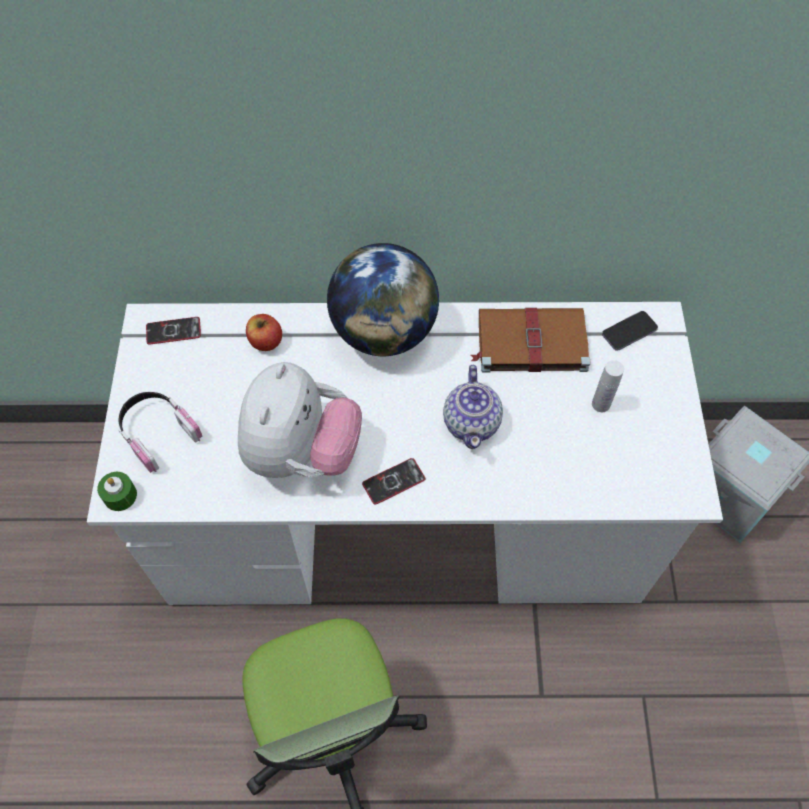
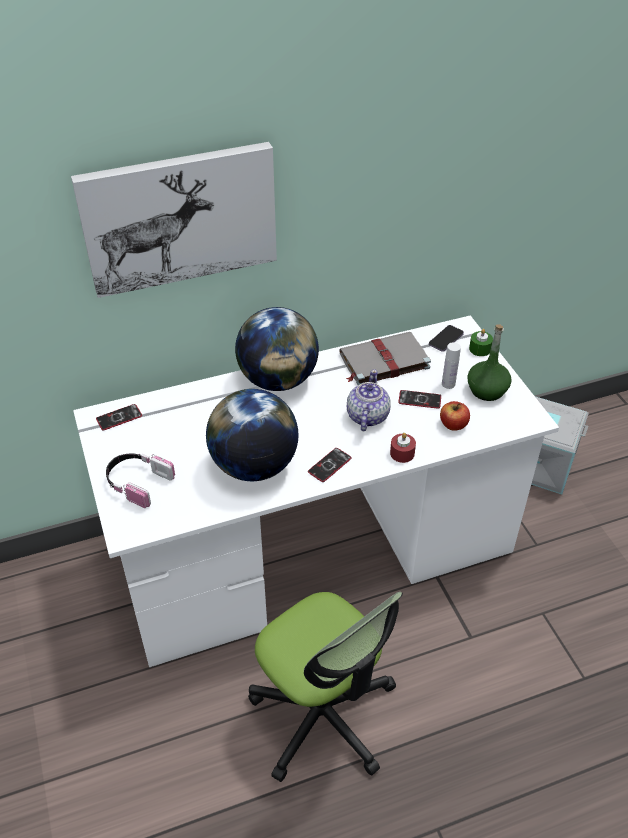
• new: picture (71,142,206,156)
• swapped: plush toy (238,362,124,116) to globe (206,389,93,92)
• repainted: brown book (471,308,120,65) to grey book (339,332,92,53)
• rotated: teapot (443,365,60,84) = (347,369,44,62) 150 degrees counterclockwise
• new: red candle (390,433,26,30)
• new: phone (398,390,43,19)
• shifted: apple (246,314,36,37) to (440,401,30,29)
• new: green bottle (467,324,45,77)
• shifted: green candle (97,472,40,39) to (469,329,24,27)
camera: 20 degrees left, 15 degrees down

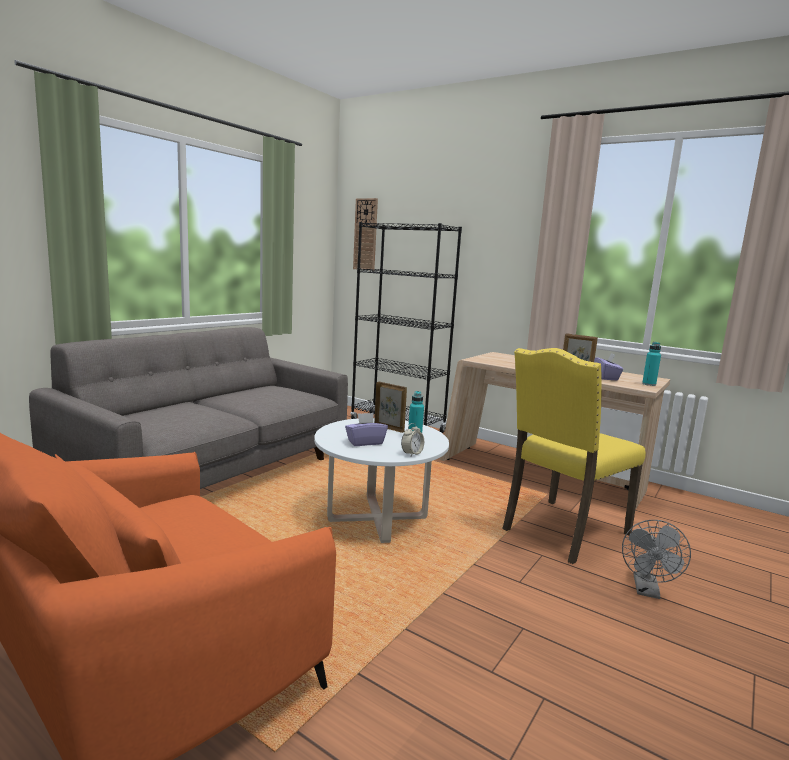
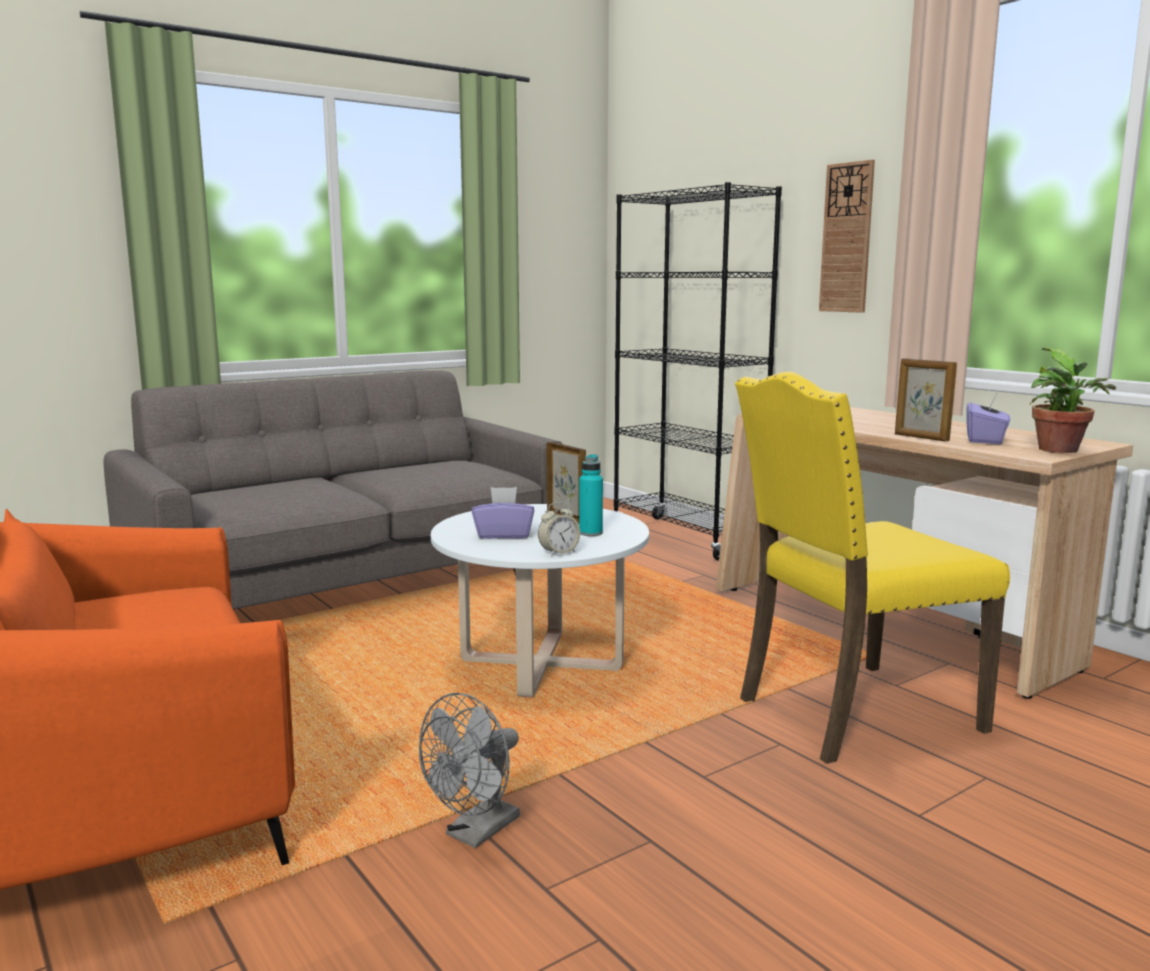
• shifted: grey fan (622,520,69,79) to (419,693,101,155)
• shifted: wall clock (353,198,25,73) to (819,160,56,153)
• swapped: turquoise bottle (642,342,19,44) to potted plant (1030,348,86,105)
camera: 20 degrees right, 0 degrees up

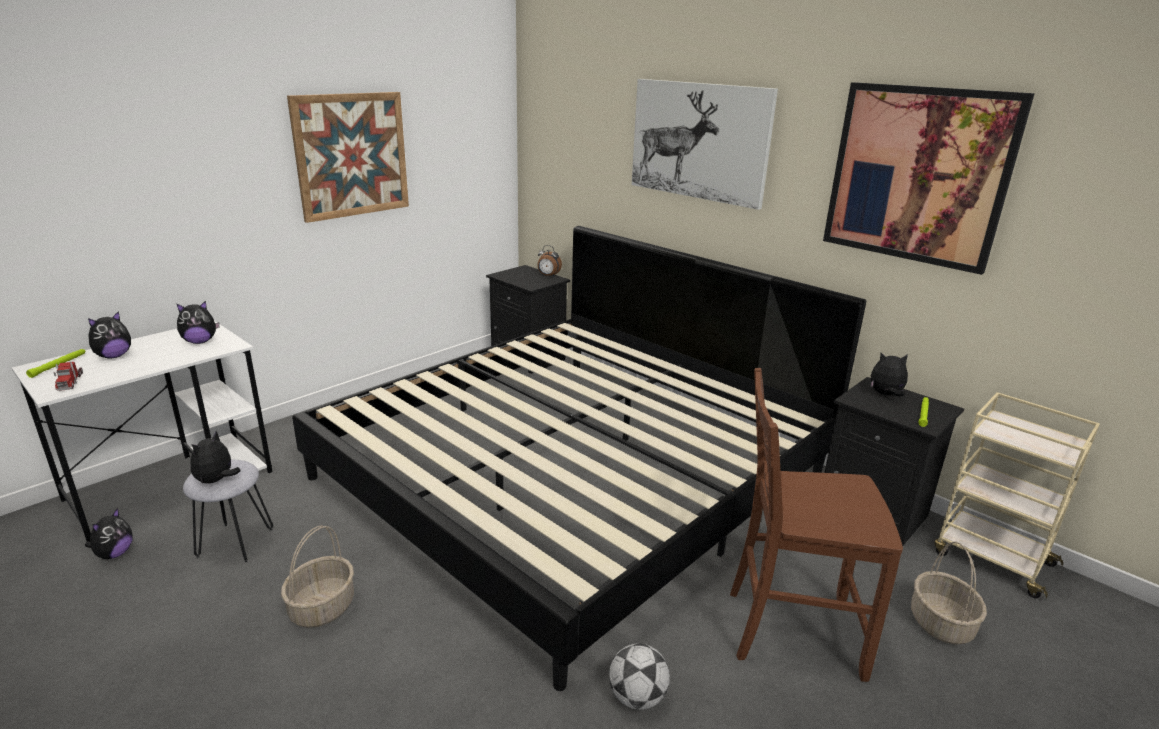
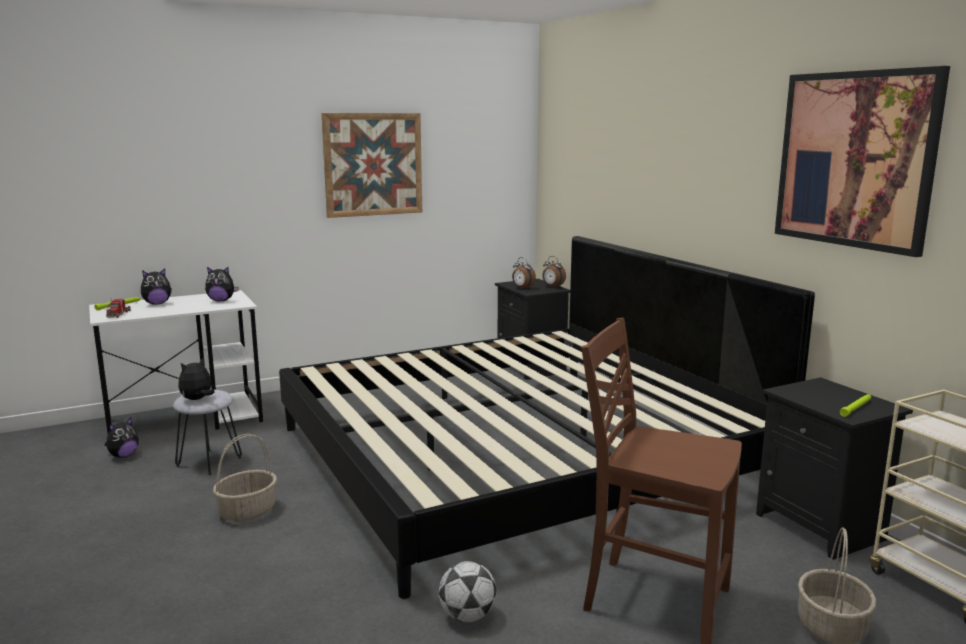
• new: alarm clock (512,257,24,32)
• gone: picture (632,79,146,131)
• gone: plush toy (870,353,38,43)
camera: 20 degrees right, 10 degrees down

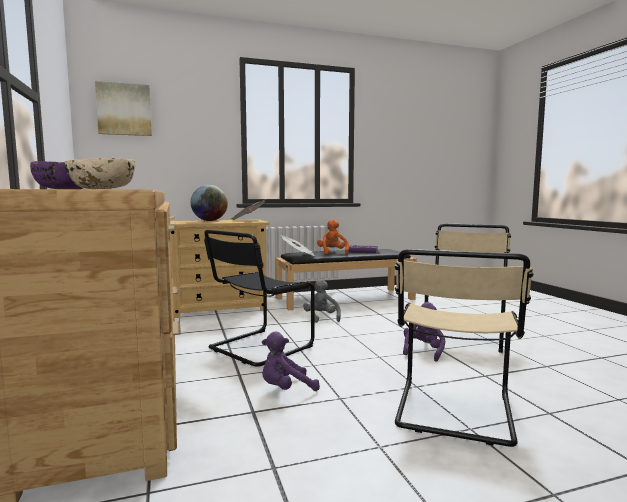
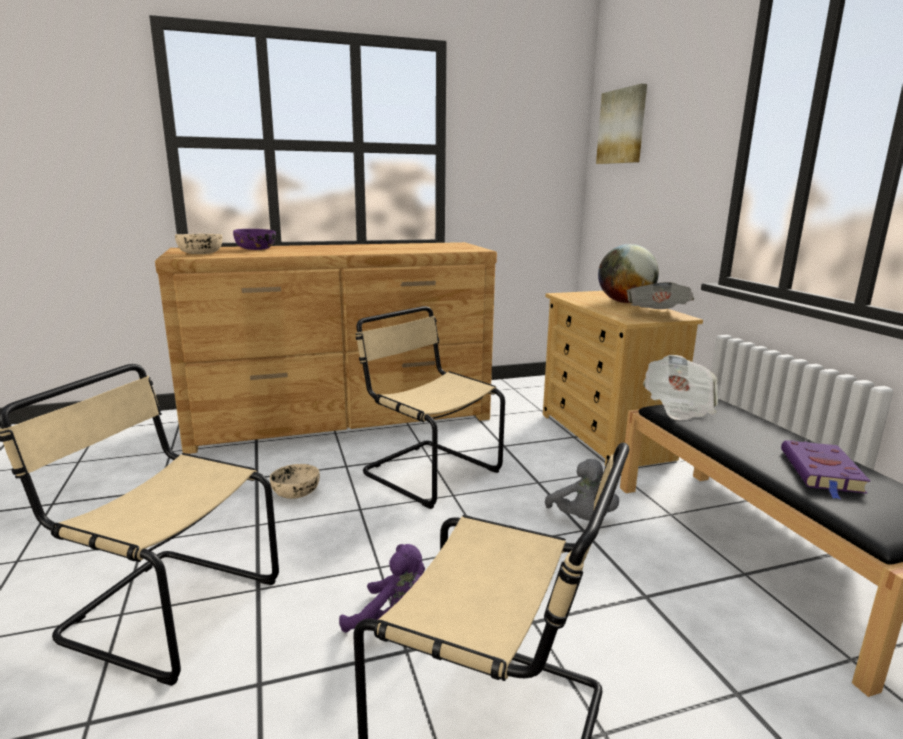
• swapped: purple plush toy (262,332,58,59) to beige bowl (270,464,50,35)
• repainted: black chair (204,230,111,137) to beige chair (356,306,149,203)
• rotated: grey plush toy (303,279,38,44) = (545,459,74,62) 90 degrees clockwise
• gone: orange plush toy (317,219,32,36)
camera: 90 degrees right, 10 degrees up

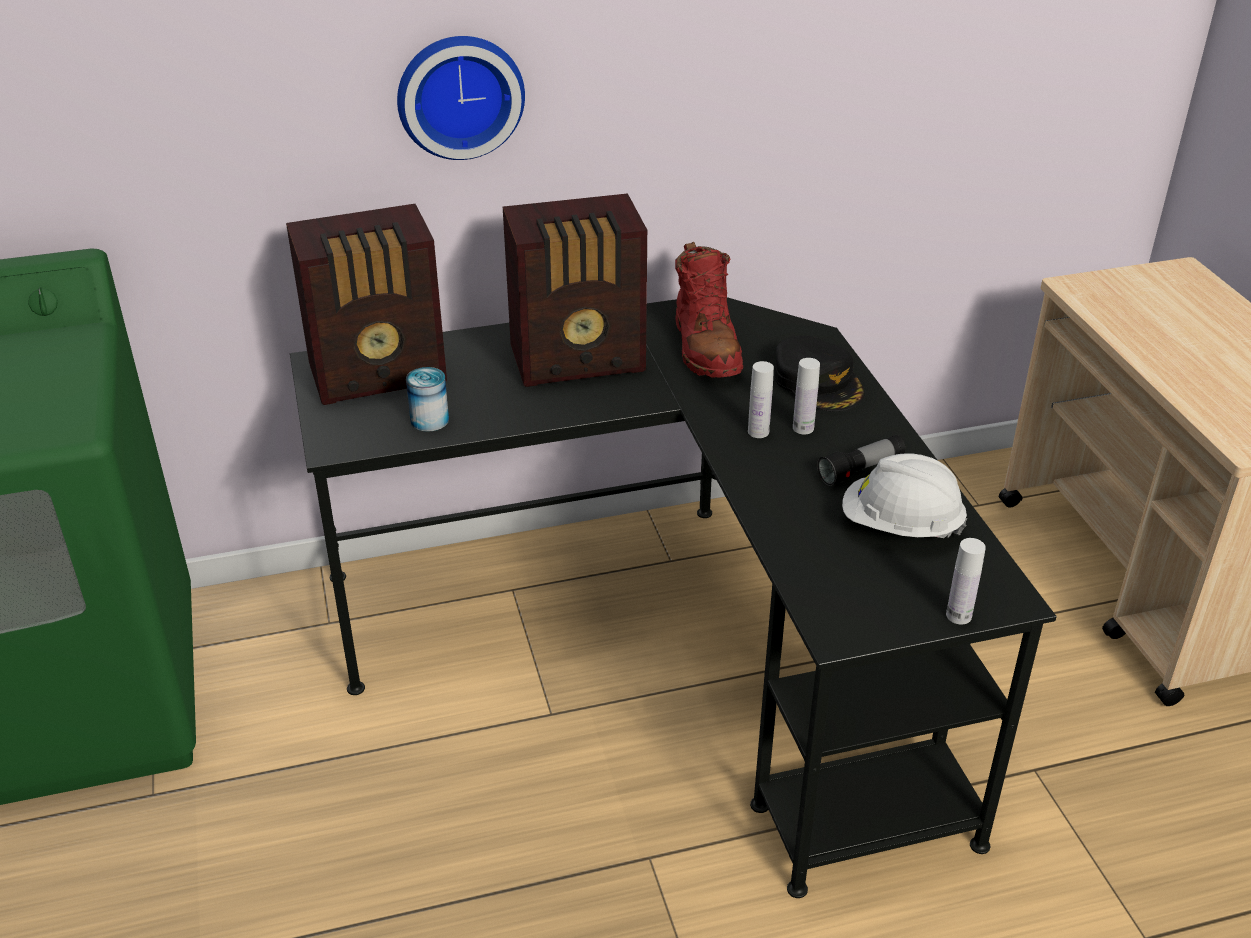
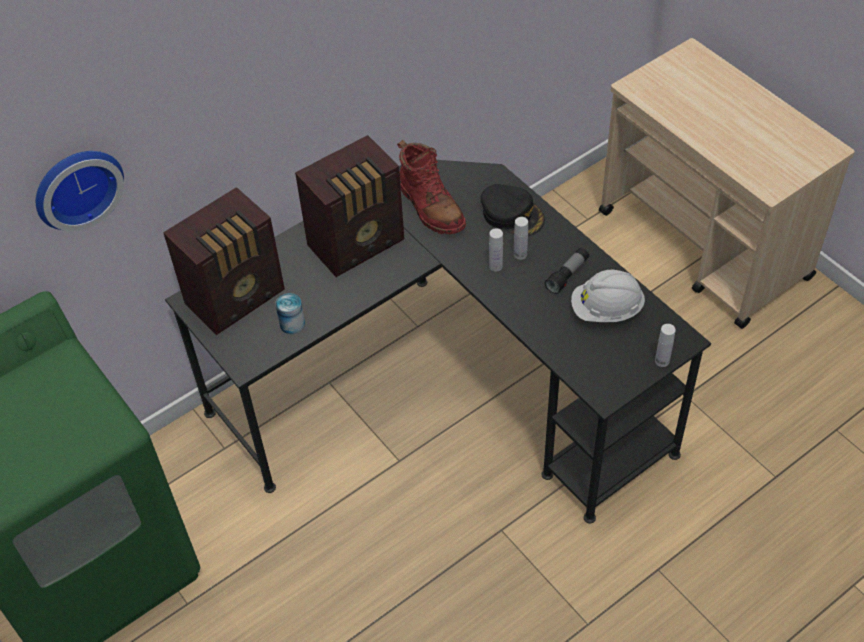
• shifted: wall clock (397,36,128,124) to (36,151,88,80)
camera: 20 degrees left, 15 degrees up

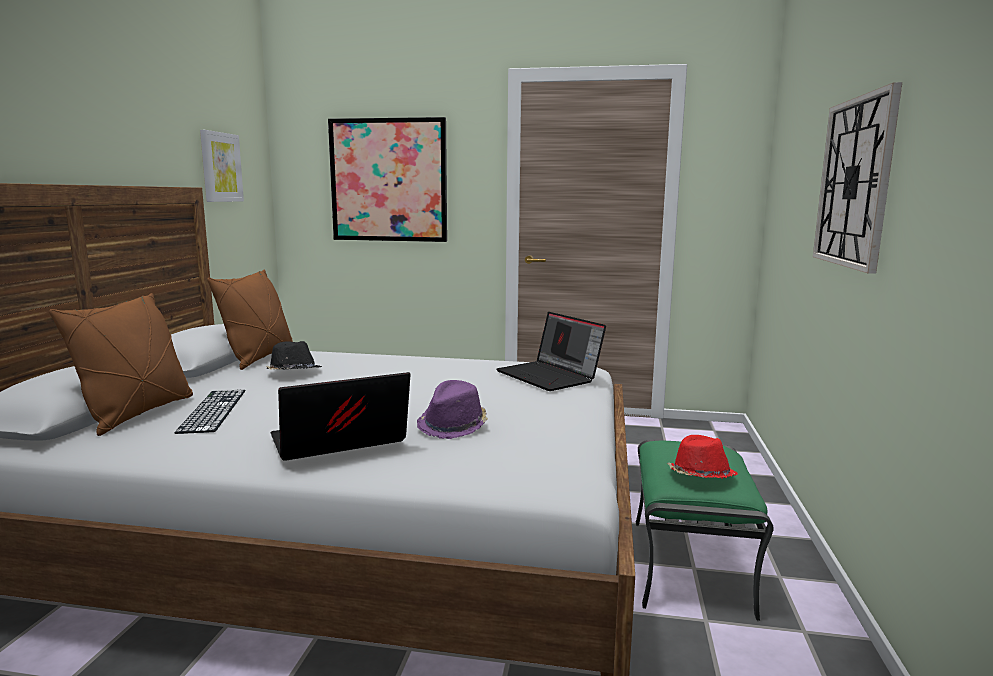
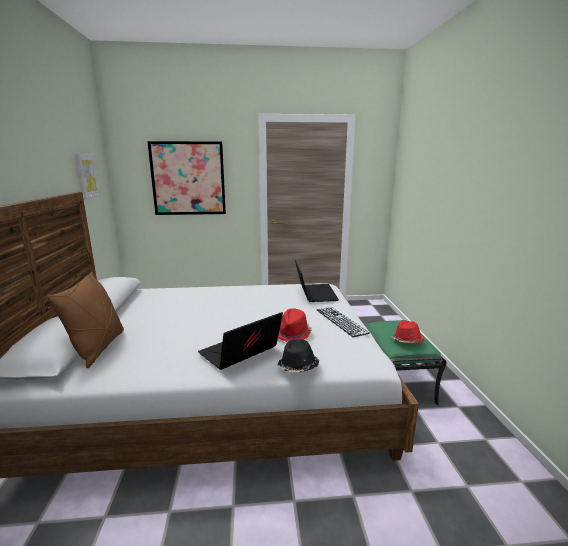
• shifted: black hat (266,341,56,29) to (277,339,42,33)
• repainted: purple hat (417,380,71,59) to red hat (278,308,34,34)
• rotated: laptop (497,312,109,79) = (295,260,44,42) 135 degrees counterclockwise
• shifted: keyboard (174,389,71,45) to (317,307,53,30)
• gone: brown pillow (207,270,86,100)
• gone: wall clock (813,82,89,192)
camera: 15 degrees left, 5 degrees up

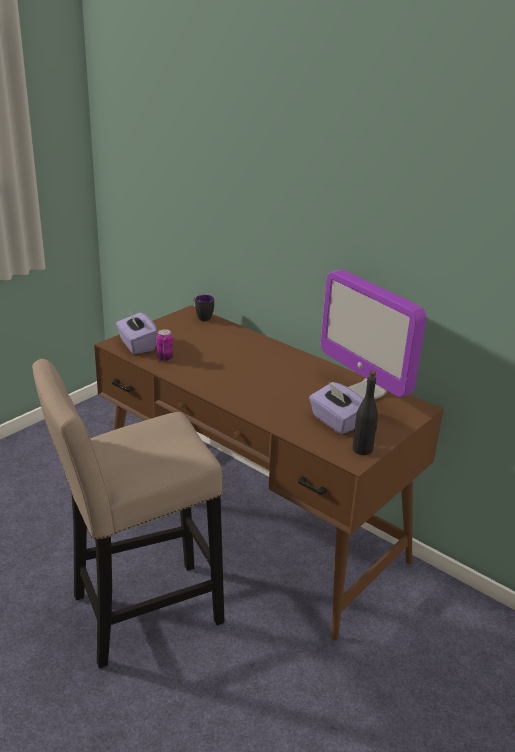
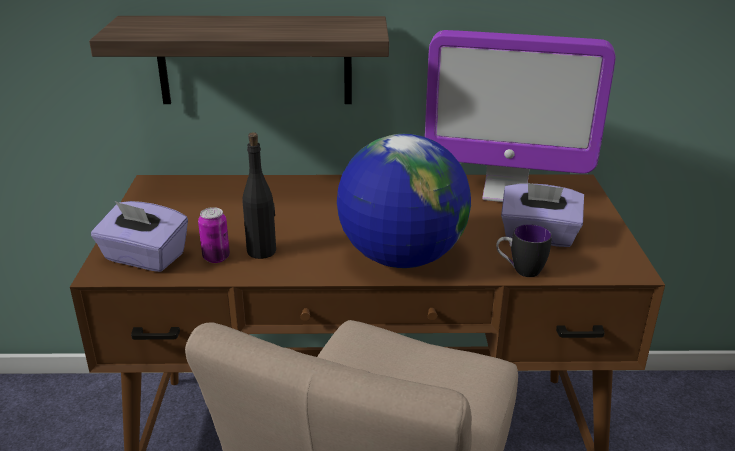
• new: shelf (89,16,300,88)
• shifted: black bottle (353,370,25,85) to (243,132,33,127)
• new: globe (337,134,134,134)
• shifted: mug (193,295,21,26) to (496,224,56,53)
camera: 40 degrees left, 0 degrees up

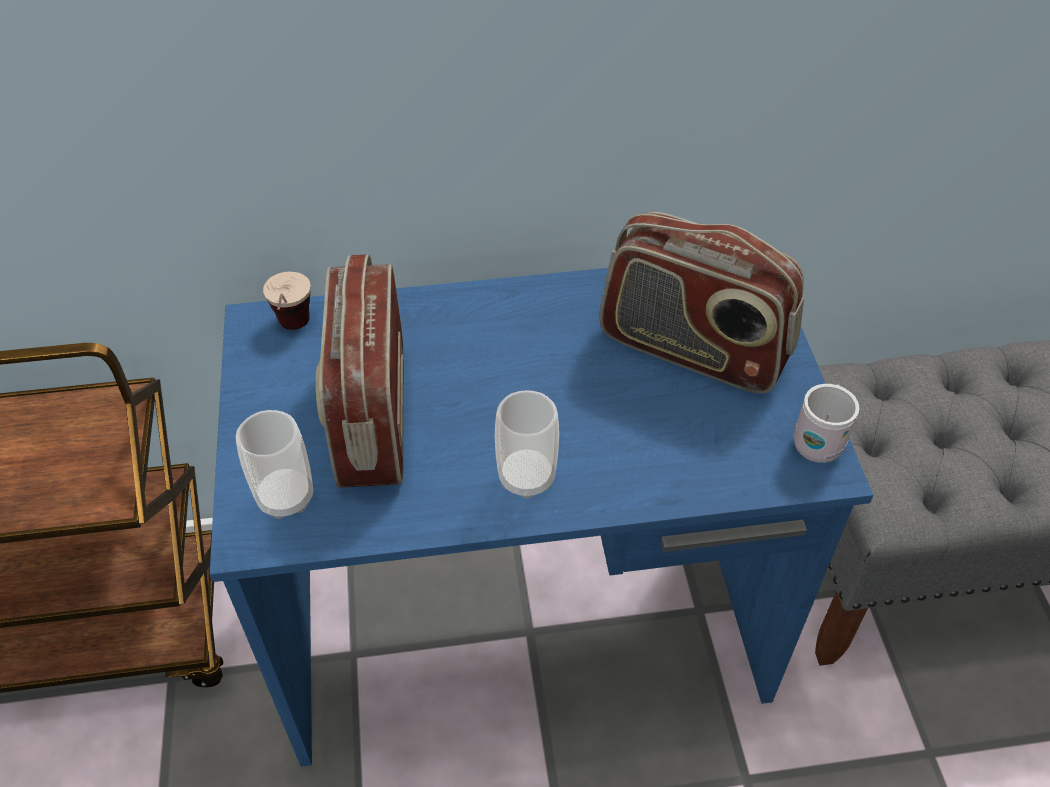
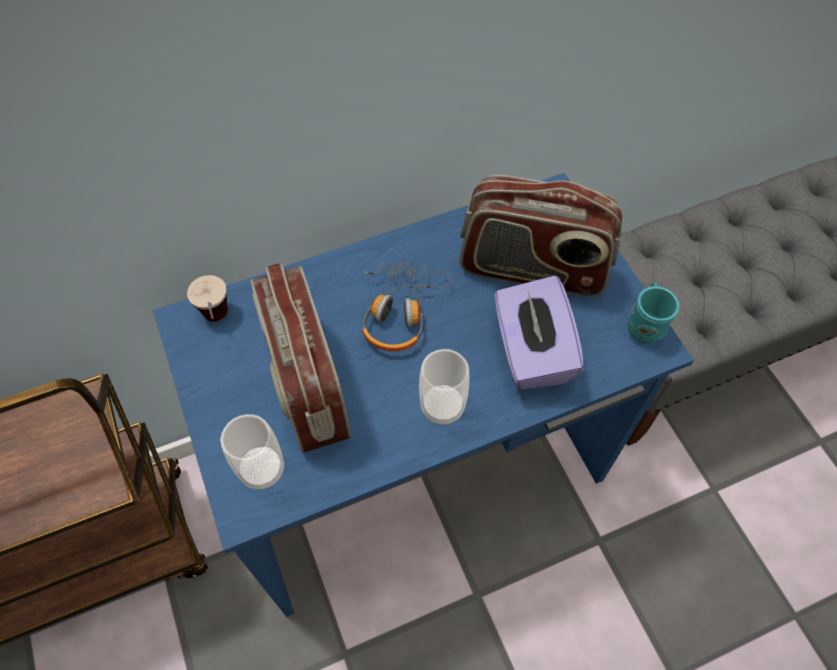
• new: headphones (362,262,89,89)
• new: purple tissue box (495,276,89,114)
• repainted: white mug (794,384,65,79) to turquoise mug (628,282,51,62)
camera: 15 degrees left, 10 degrees up

